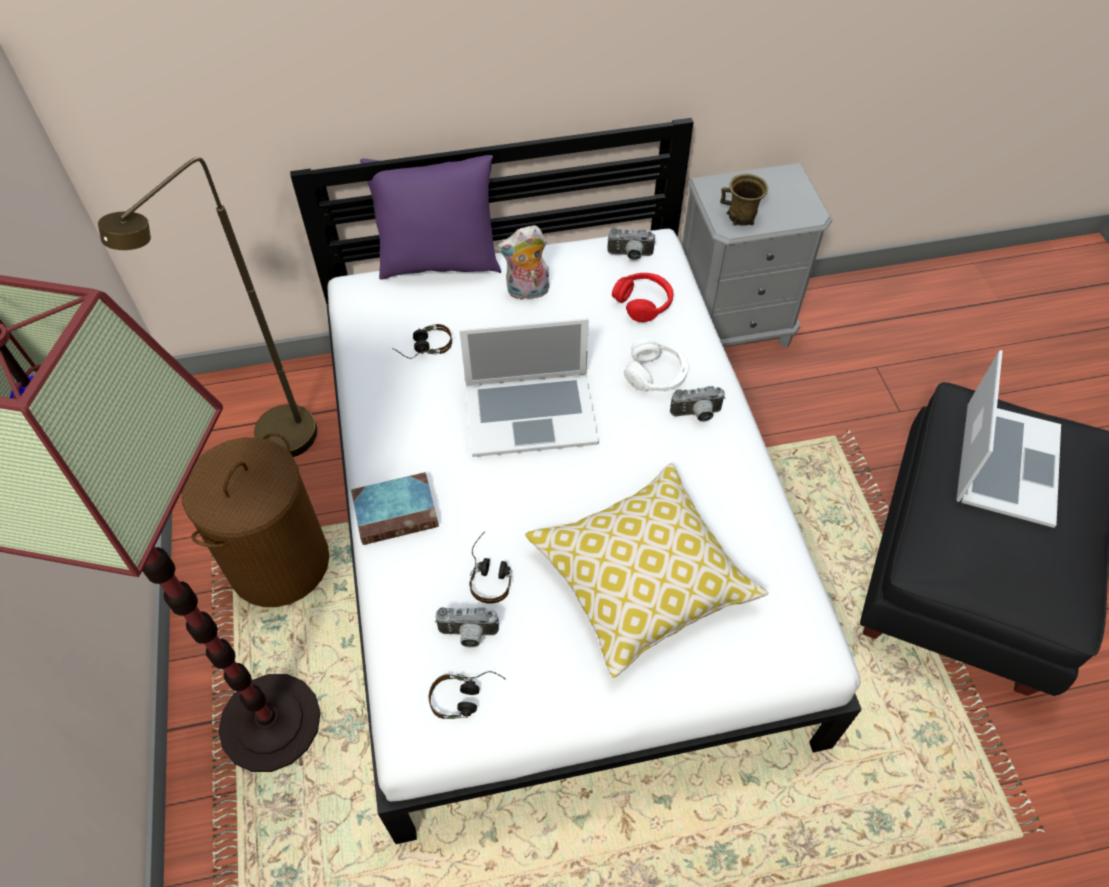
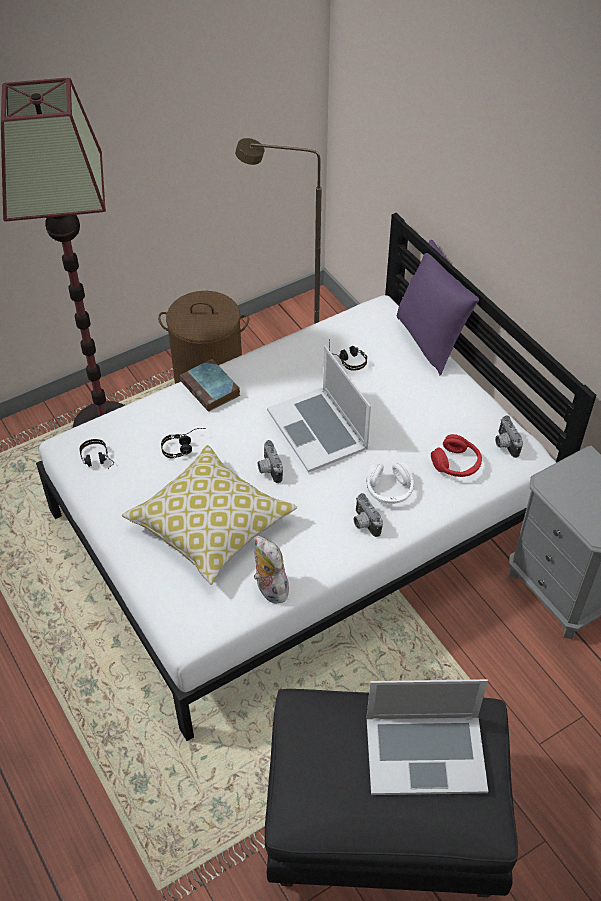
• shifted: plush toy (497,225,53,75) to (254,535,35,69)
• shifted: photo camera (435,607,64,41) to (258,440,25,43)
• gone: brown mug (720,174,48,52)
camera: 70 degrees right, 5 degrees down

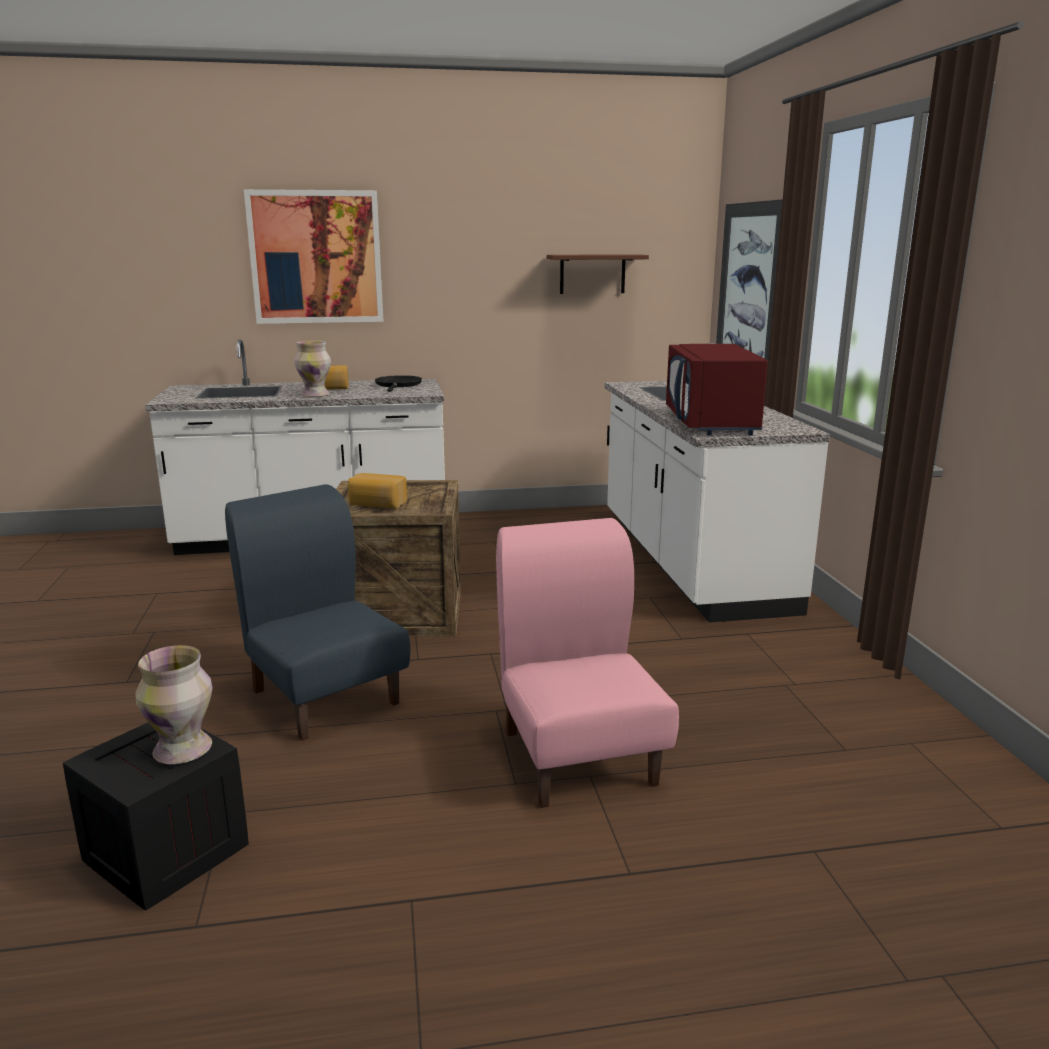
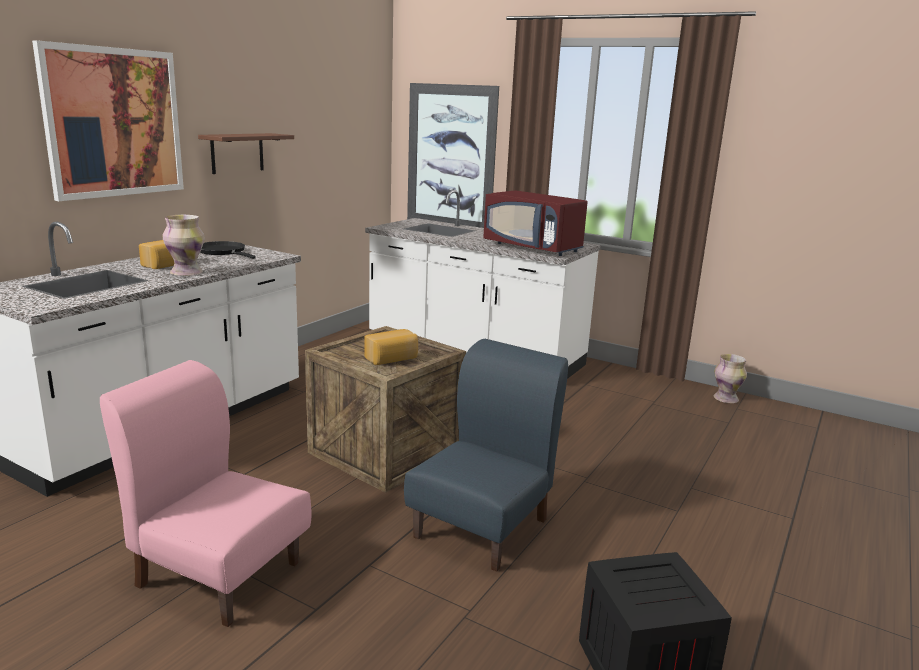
• shifted: pink chair (496,518,183,290) to (100,360,212,267)
• shifted: brown shelf (547,254,102,40) to (198,133,96,41)
• rotated: blue chair (225,484,185,257) = (404,339,164,233) 120 degrees clockwise
• shifted: vase (135,645,77,119) to (713,354,34,49)
camera: 50 degrees left, 0 degrees up

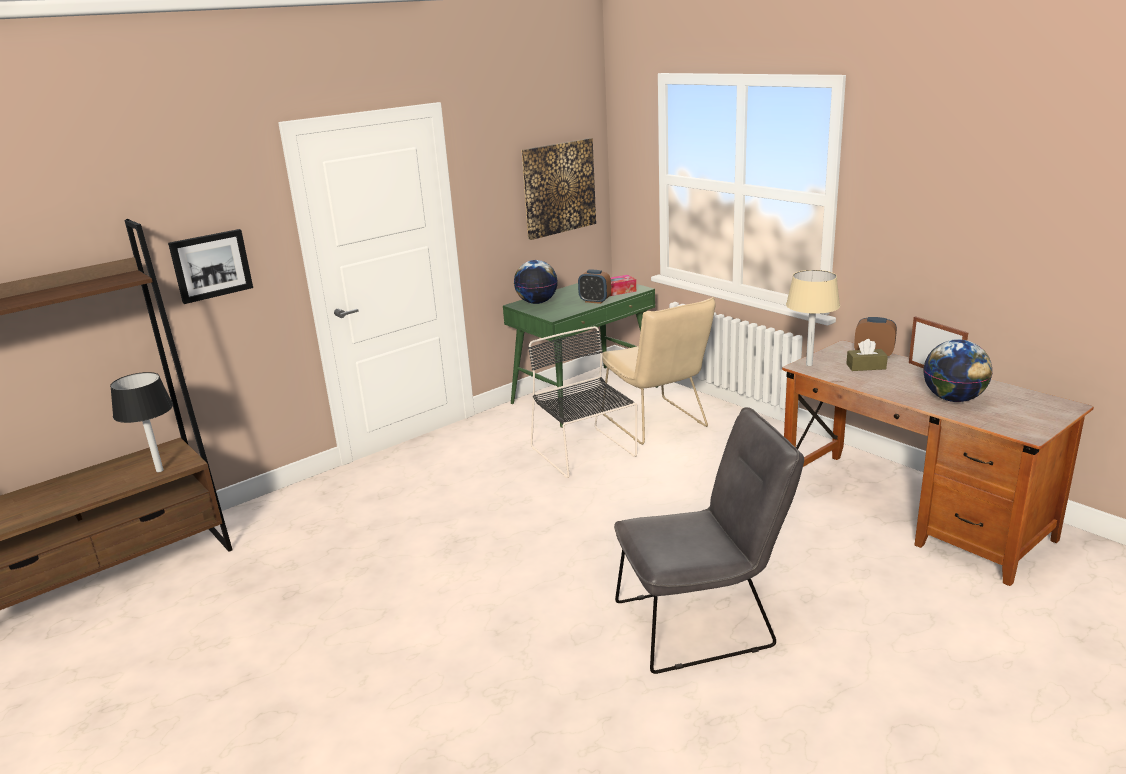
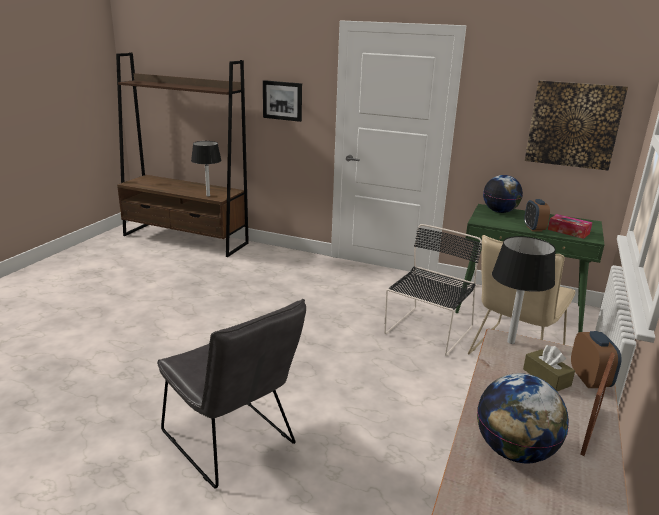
• repainted: beige table lamp (786,270,54,96) to black table lamp (492,236,64,108)
camera: 60 degrees right, 0 degrees up

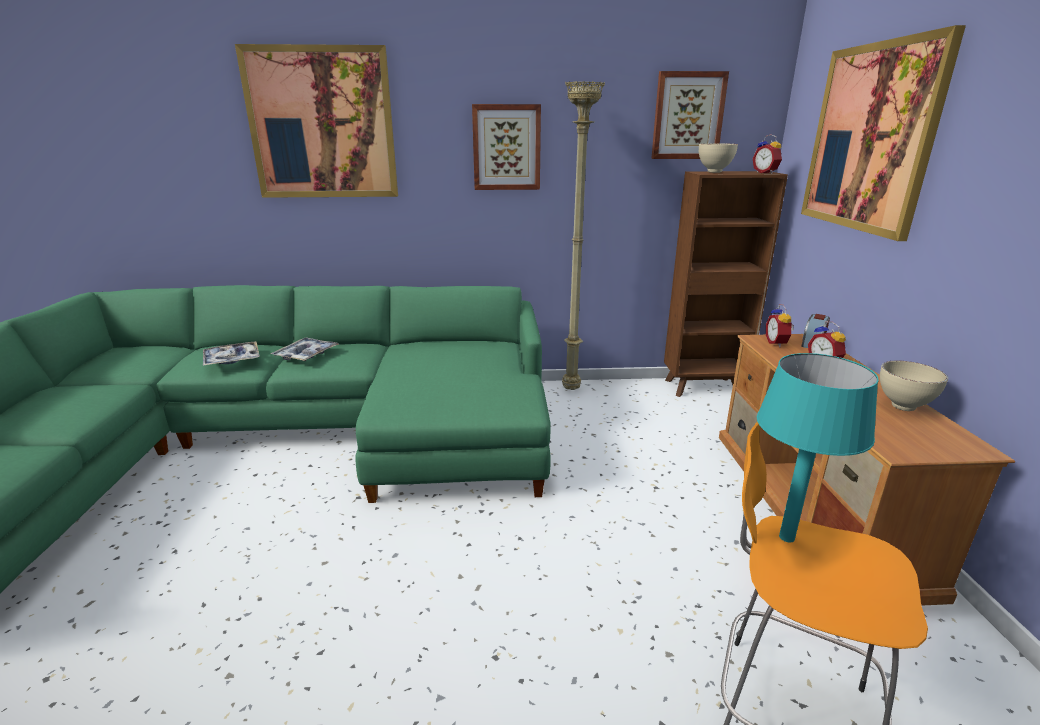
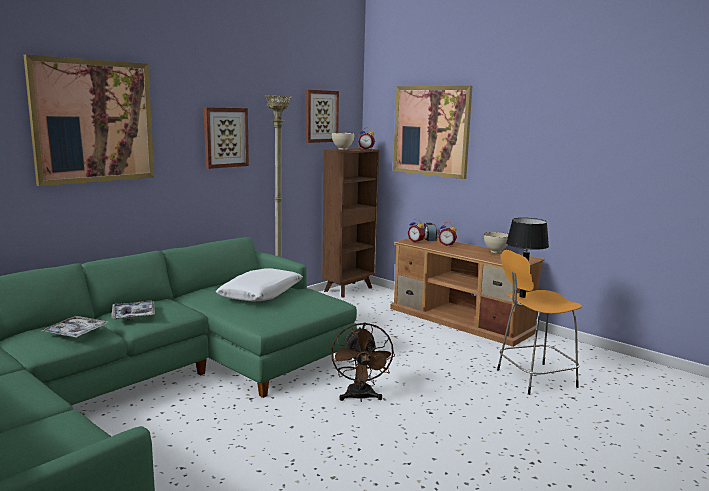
• new: white pillow (216,268,87,33)
• new: brown fan (331,322,64,80)
• repainted: turquoise table lamp (757,353,122,189) to black table lamp (506,218,43,80)
camera: 45 degrees left, 10 degrees down

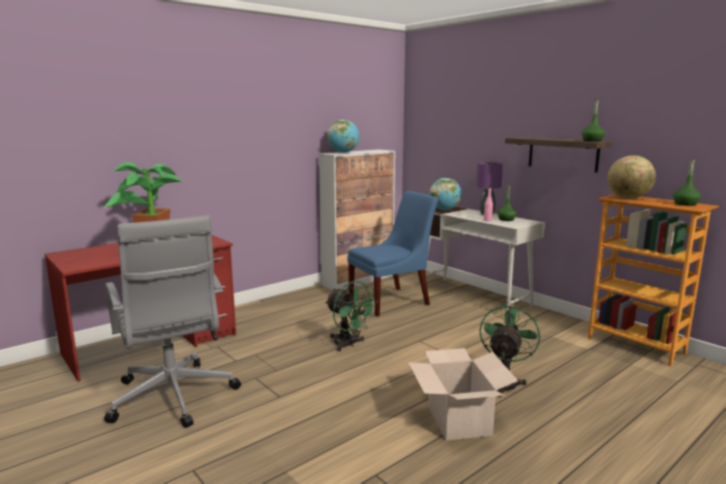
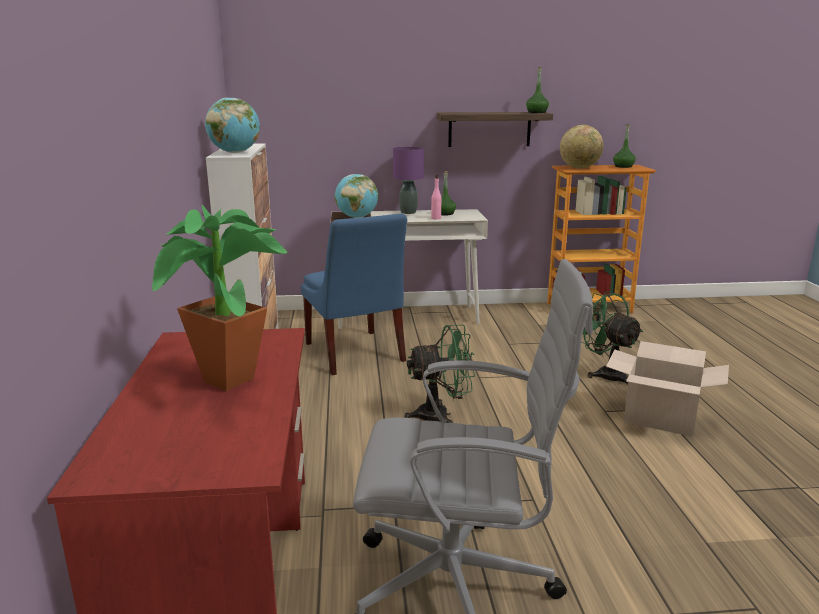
• rotated: blue chair (347,191,91,126) = (301,214,106,161) 150 degrees clockwise
camera: 55 degrees left, 5 degrees up

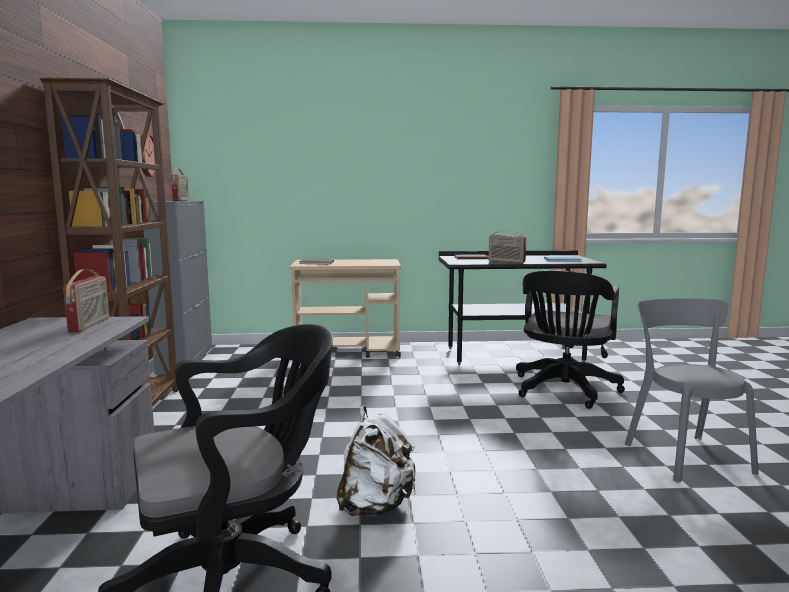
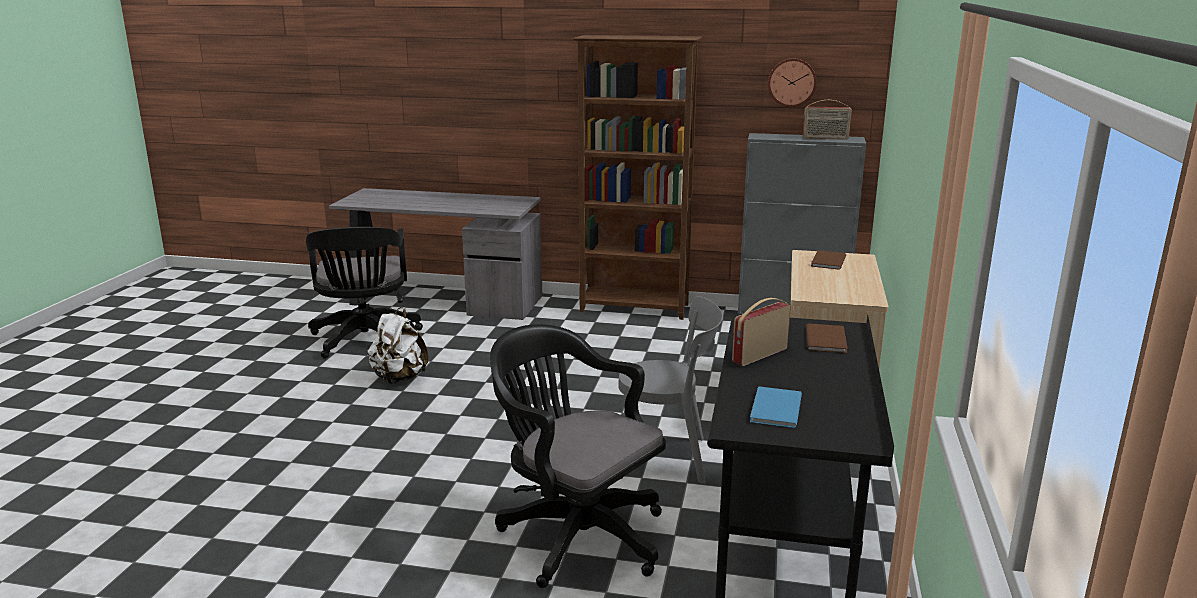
• shifted: grey chair (625,298,134,184) to (618,296,105,188)
• gone: radio (63,269,46,63)
camera: 105 degrees right, 10 degrees up

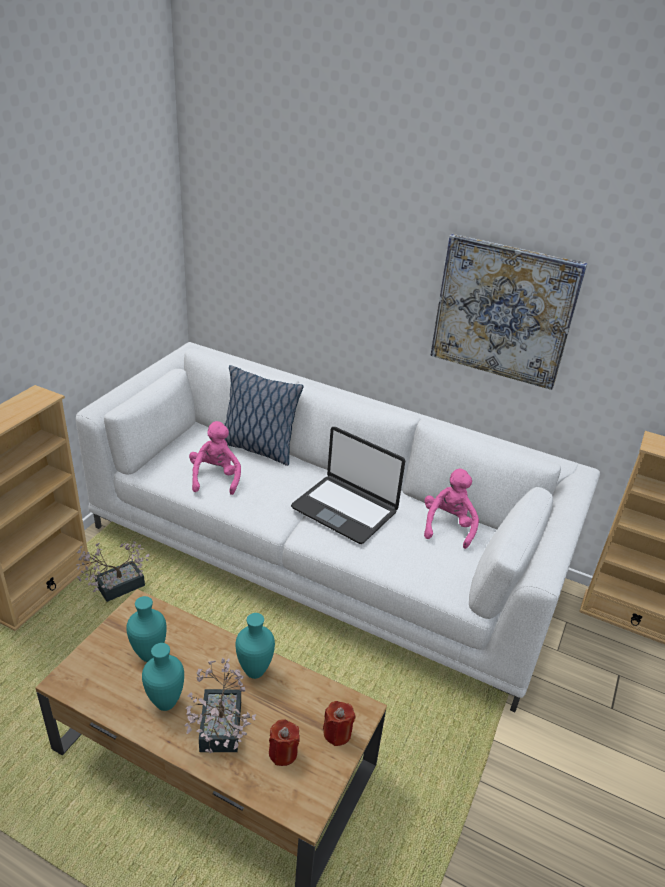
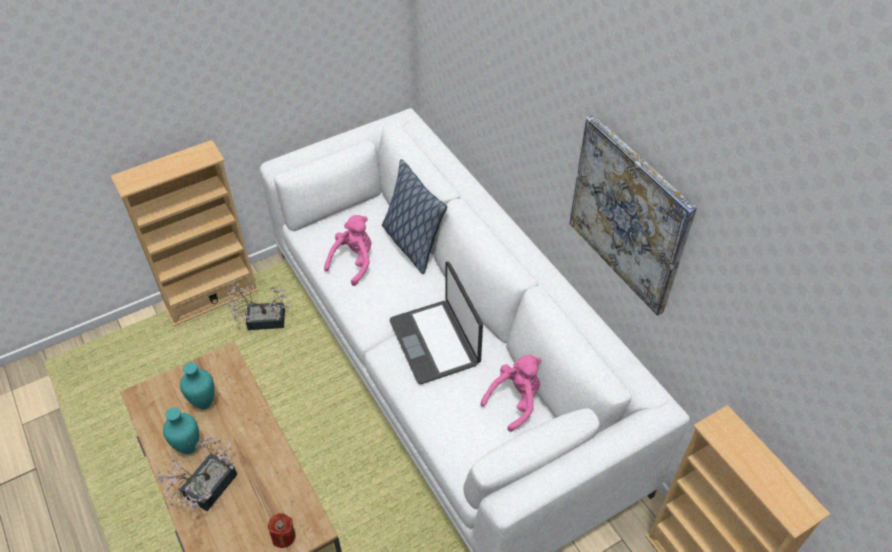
• gone: turquoise vase (235,613,40,66)
• gone: red candle (269,719,31,47)
camera: 35 degrees right, 15 degrees up

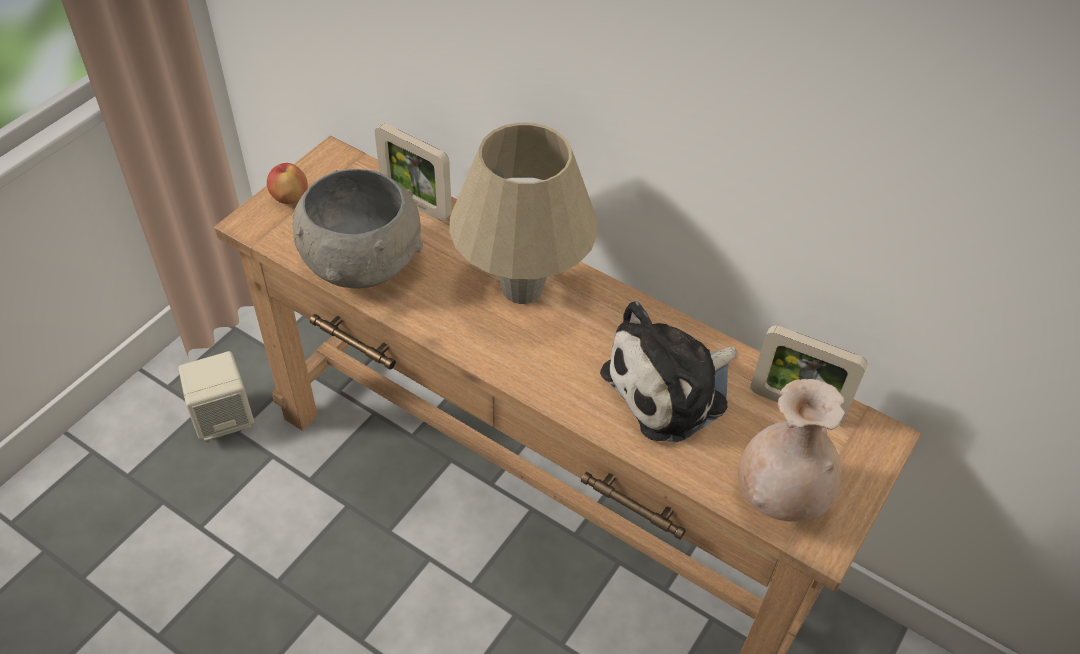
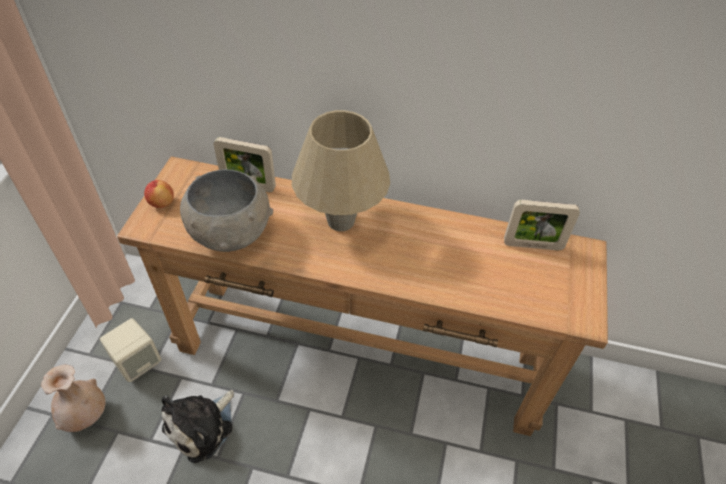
• shifted: beige vase (738,379,108,143) to (41,365,65,67)
• shifted: plush toy (600,301,137,141) to (162,390,72,73)
camera: 20 degrees left, 0 degrees up

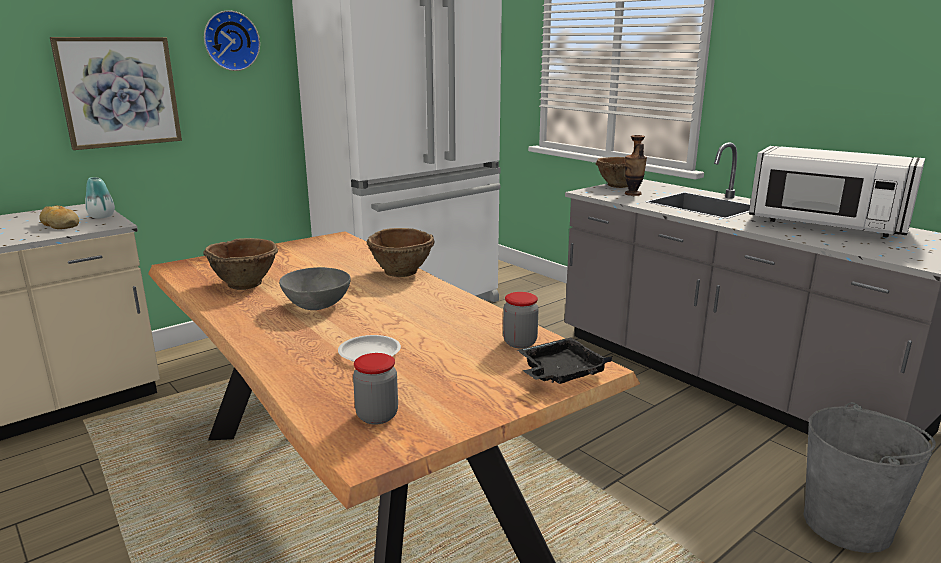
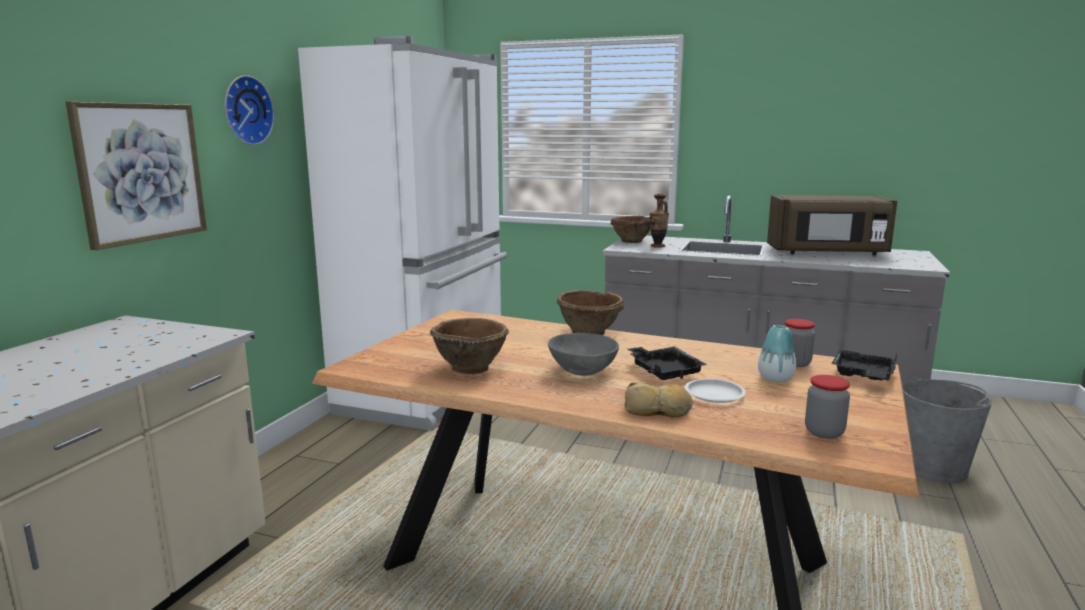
• shifted: bread (39,205,40,24) to (624,382,69,35)
• new: black tray (627,346,80,34)
• shifted: vase (85,177,30,42) to (758,325,38,57)
• repainted: white microwave (749,146,176,91) to brown microwave (767,195,130,60)
camera: 30 degrees left, 5 degrees down

